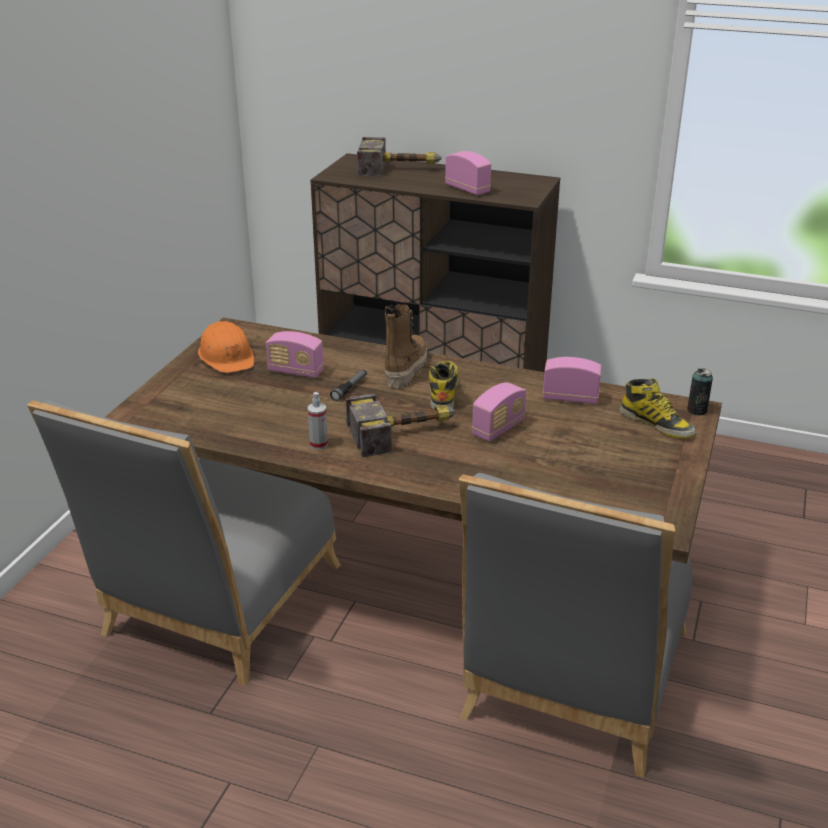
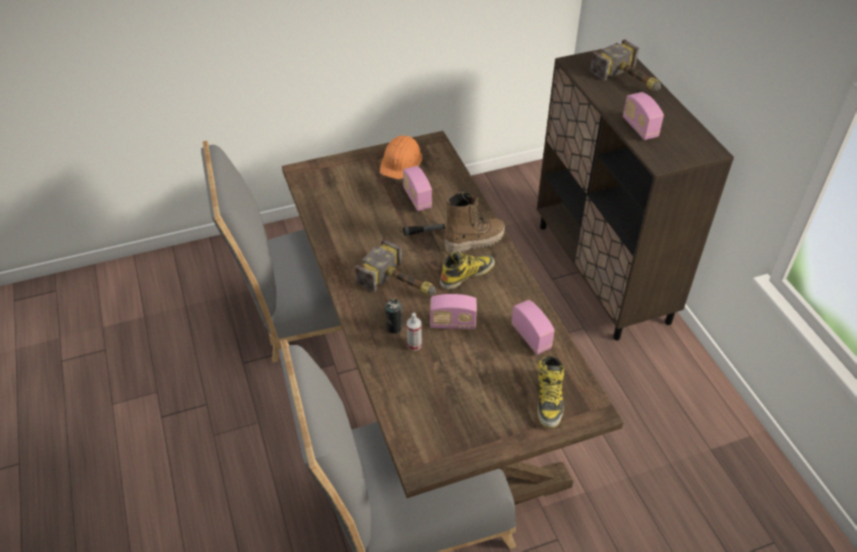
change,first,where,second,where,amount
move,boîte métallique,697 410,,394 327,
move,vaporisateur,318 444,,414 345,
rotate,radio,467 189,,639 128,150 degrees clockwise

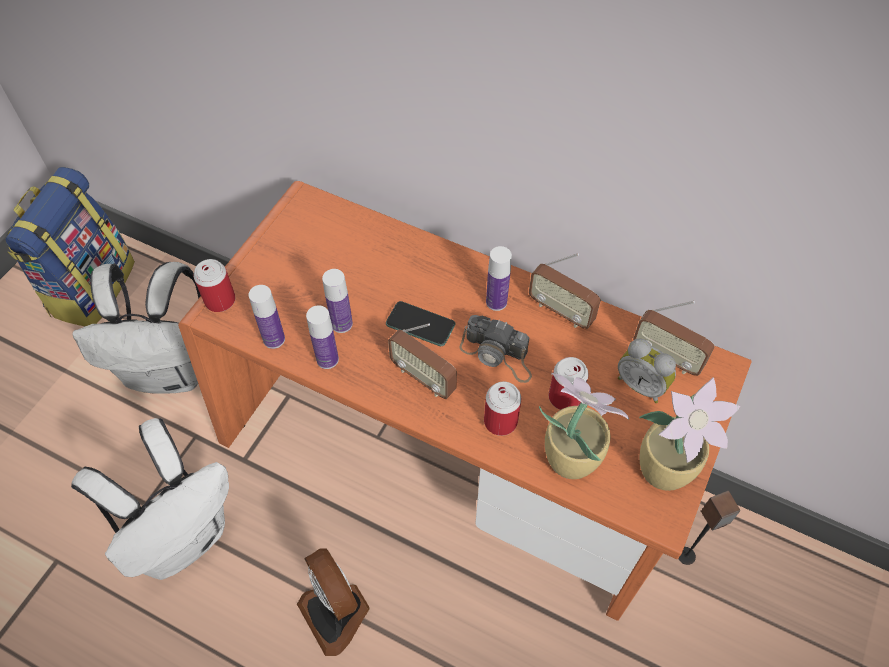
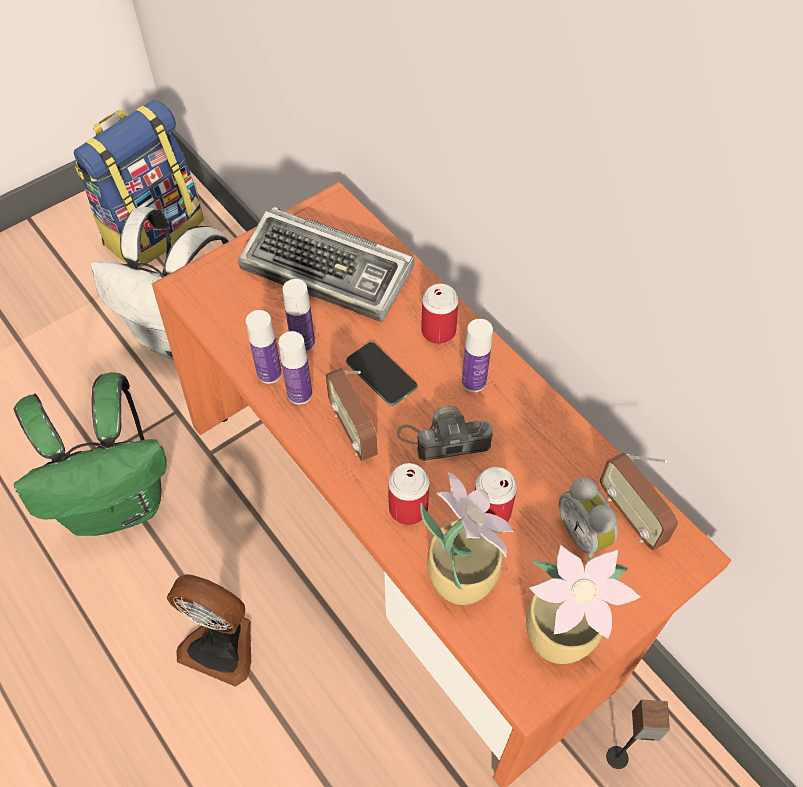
change,first,where,second,where,amount
recolor,sac à dos (blanc),183 536,sac à dos (vert),118 503,
rotate,ventilateur,337 613,,222 644,60 degrees counterclockwise
insert,,,clavier,329 271,
move,bouteille,274 339,,299 394,
rotate,appareil photo,498 355,,444 438,120 degrees clockwise
move,boîte métallique,220 300,,438 331,
delete,radio,561 311,,,

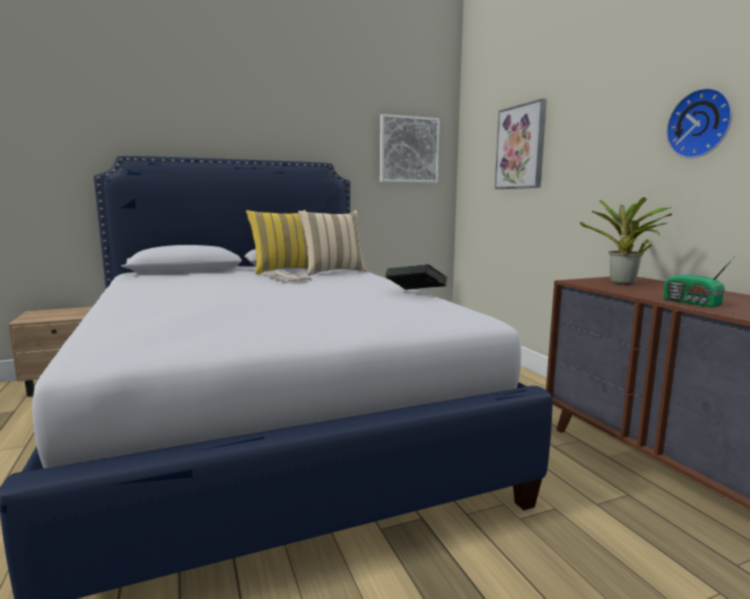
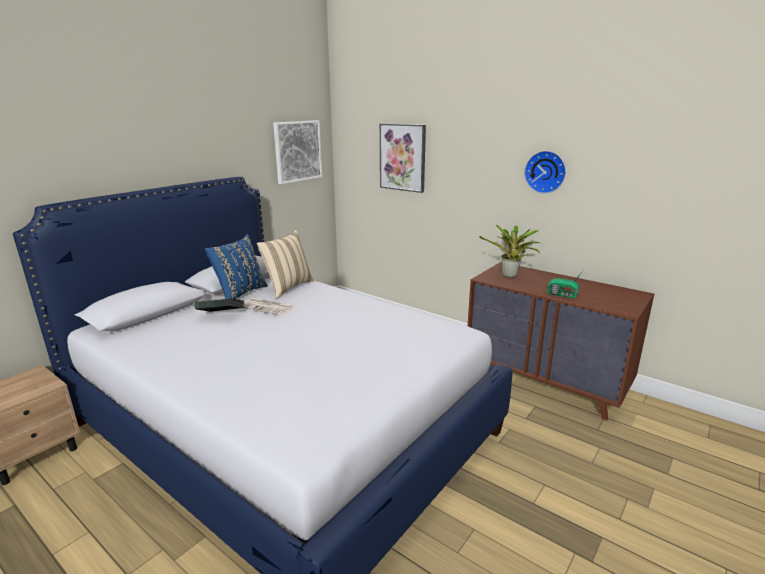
change,first,where,second,where,amount
move,livre,416 294,,221 316,
recolor,coussin (jaune),282 270,coussin (bleu),240 294,

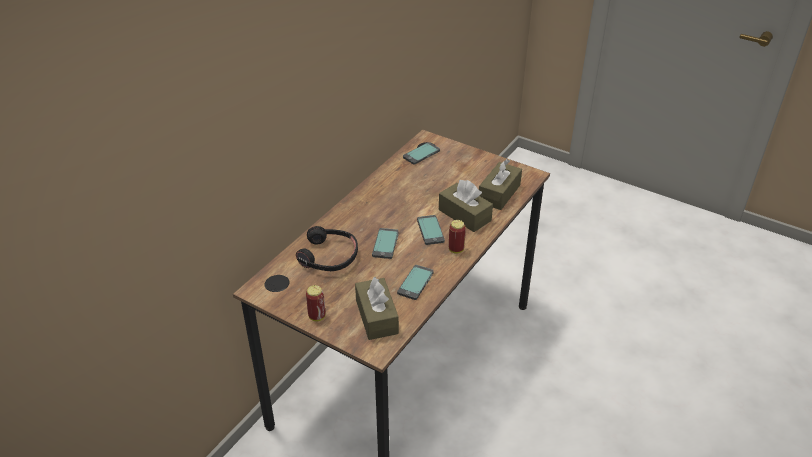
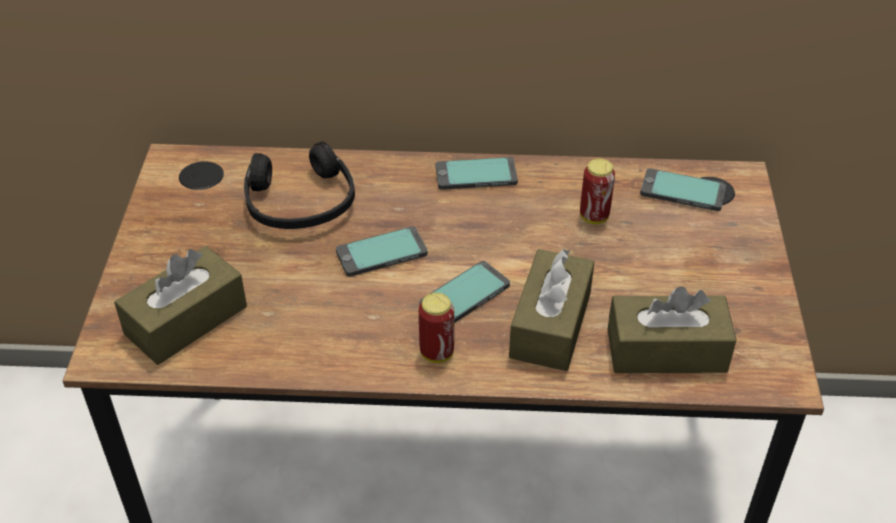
change,first,where,second,where,amount
move,téléphone,415 283,,476 175,
move,boîte métallique,317 316,,594 216,

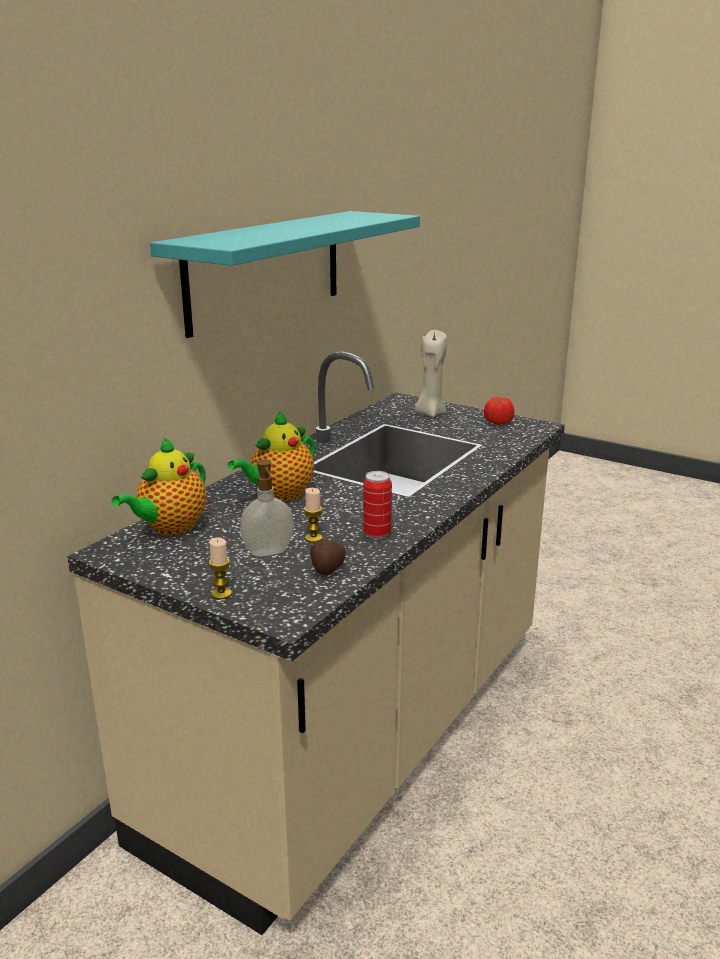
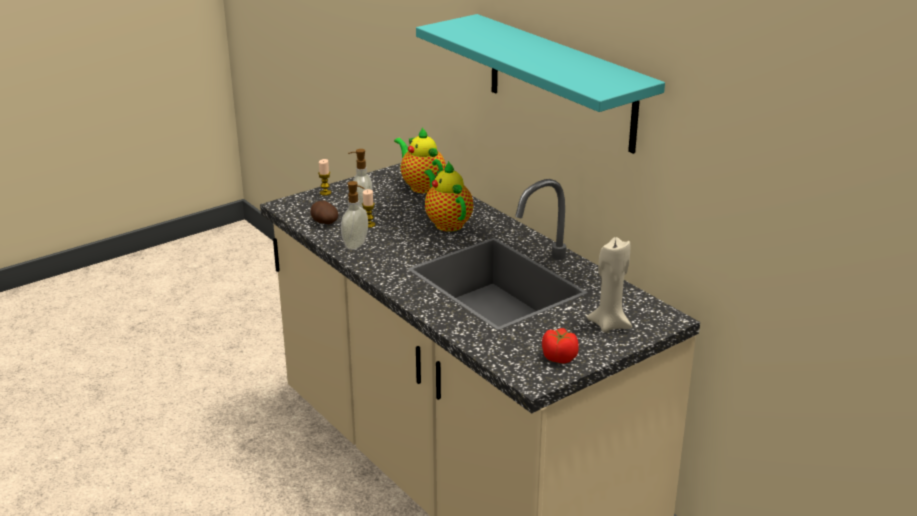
change,first,where,second,where,amount
replace,boîte métallique,377 534,distributeur de savon,356 245,

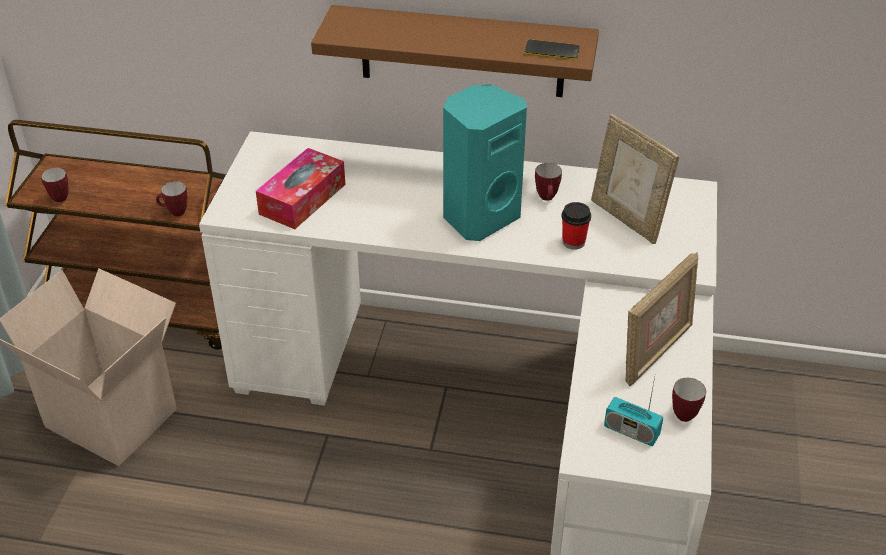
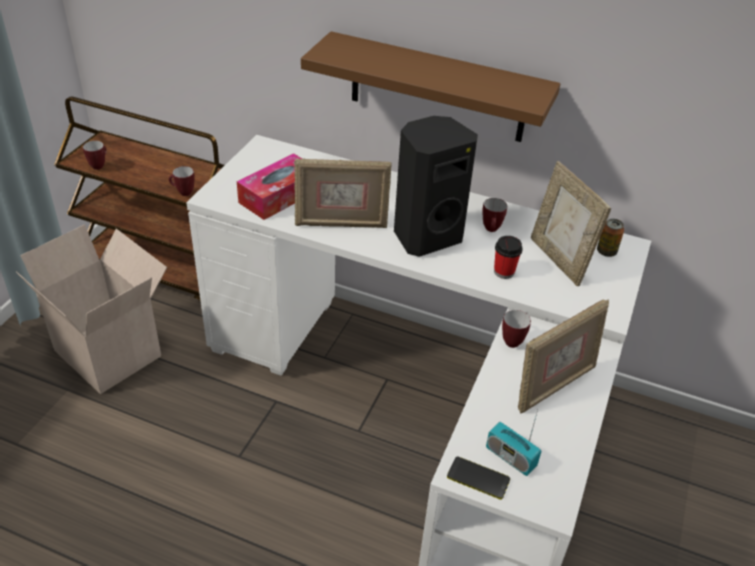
change,first,where,second,where,amount
insert,,,cadre photo,341 224,
recolor,enceinte (turquoise),479 217,enceinte (noir),426 236,
move,téléphone,552 50,,478 478,
move,mug,682 412,,511 340,
insert,,,boîte métallique,606 252,

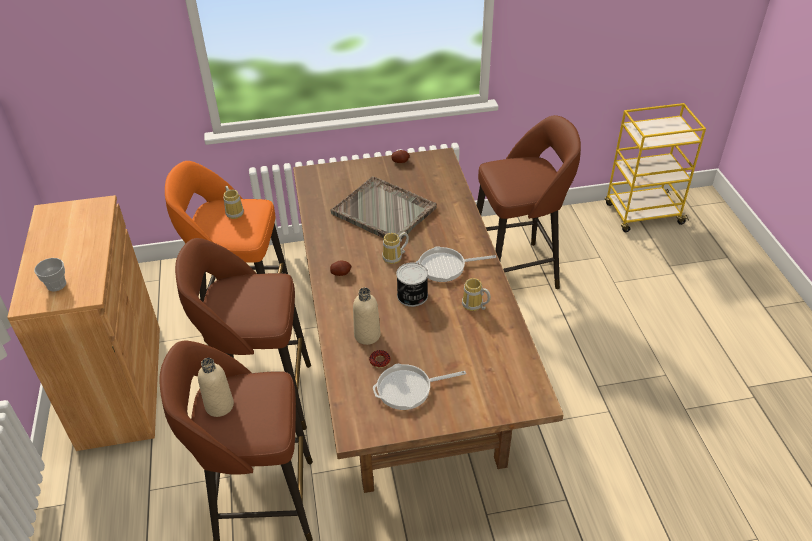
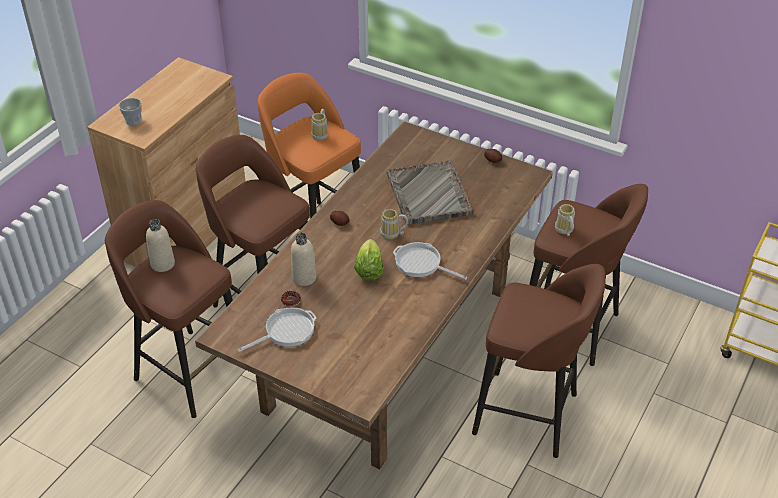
change,first,where,second,where,amount
rotate,poêle,408 389,,286 331,120 degrees clockwise
replace,boîte métallique,412 296,laitue,369 270,
insert,,,tabouret (marron),528 415,
move,mug,474 306,,563 230,

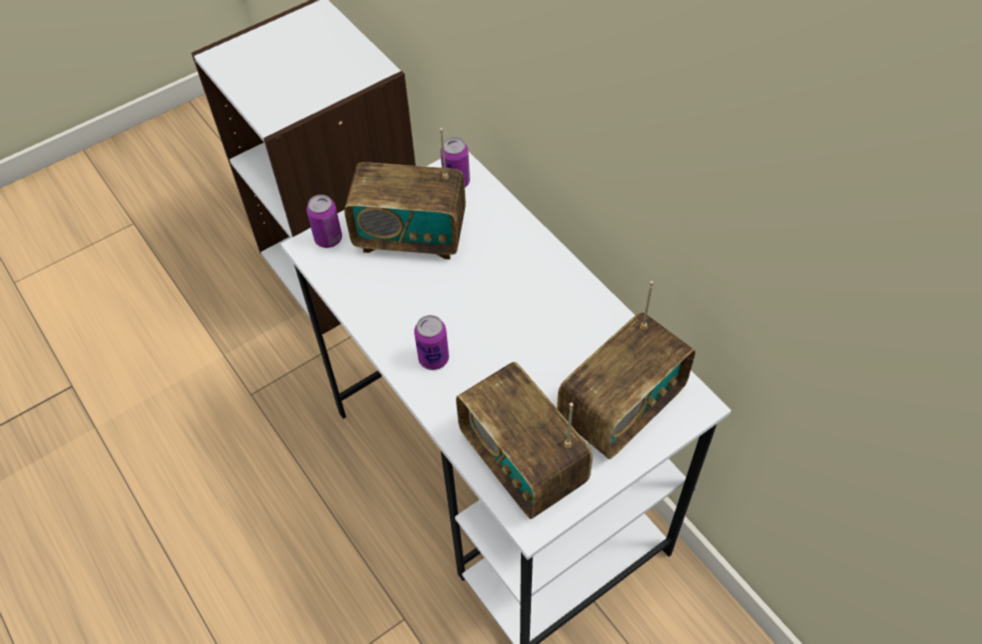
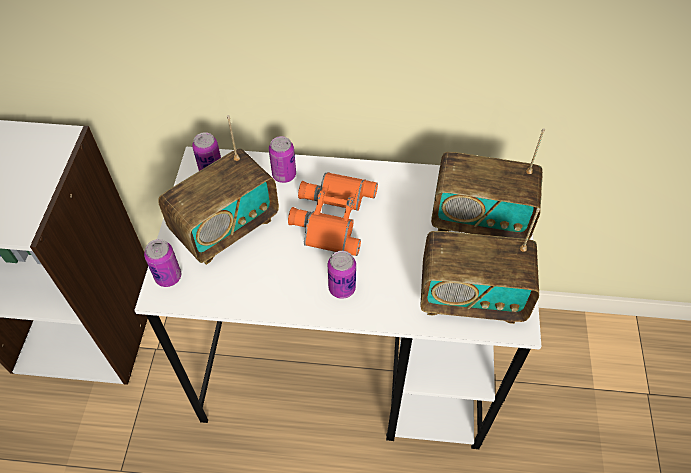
change,first,where,second,where,amount
insert,,,boîte métallique,284 175,
insert,,,jumelles (orange),331 215,
rotate,radio,620 409,,479 220,105 degrees clockwise

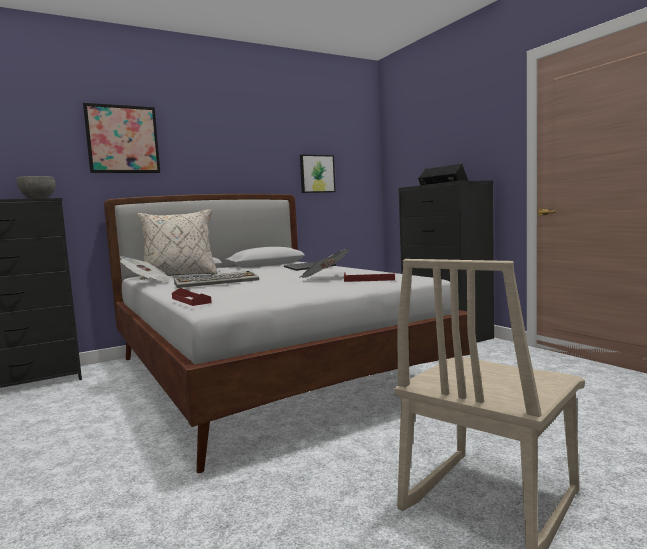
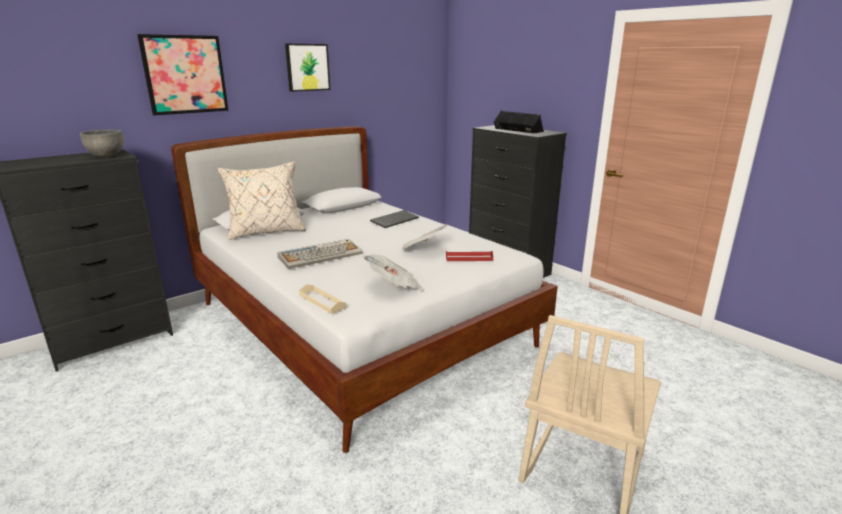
change,first,where,second,where,amount
move,tableau,317 174,,307 67,
recolor,plateau (rouge),191 300,plateau (beige),322 301,
move,journal,148 283,,394 287,

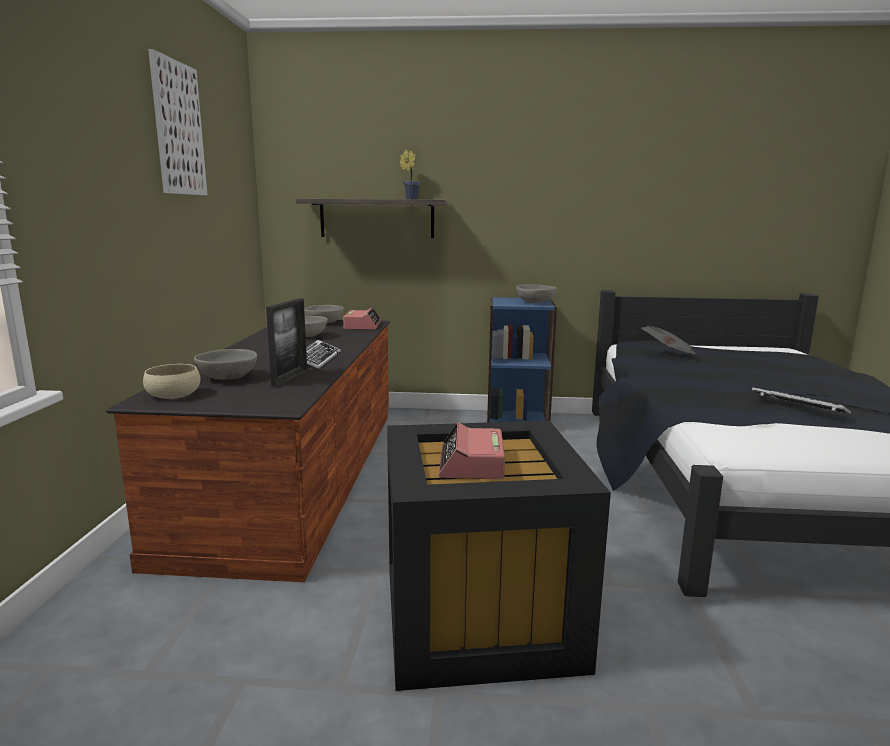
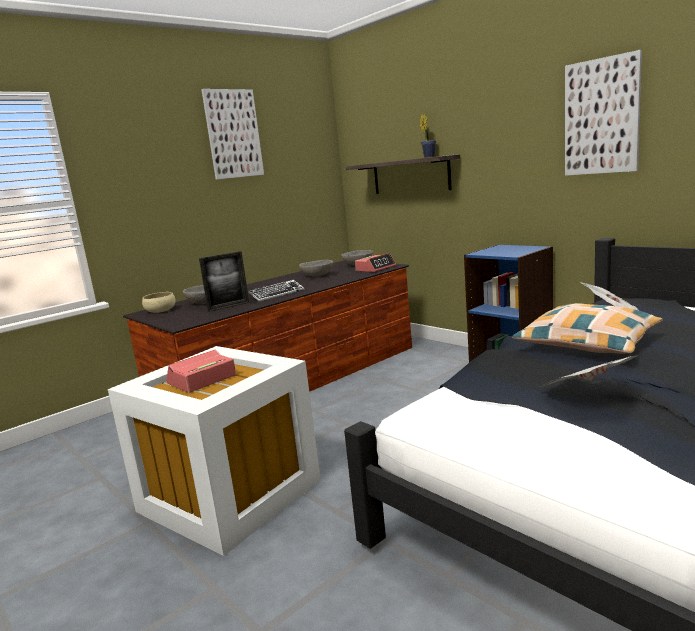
change,first,where,second,where,amount
recolor,boîte de rangement (noir),476 615,boîte de rangement (blanc),230 494,
insert,,,coussin,587 343,
replace,clavier,798 407,journal,585 395,
insert,,,tableau,601 117,
delete,bol (gris),535 302,,,

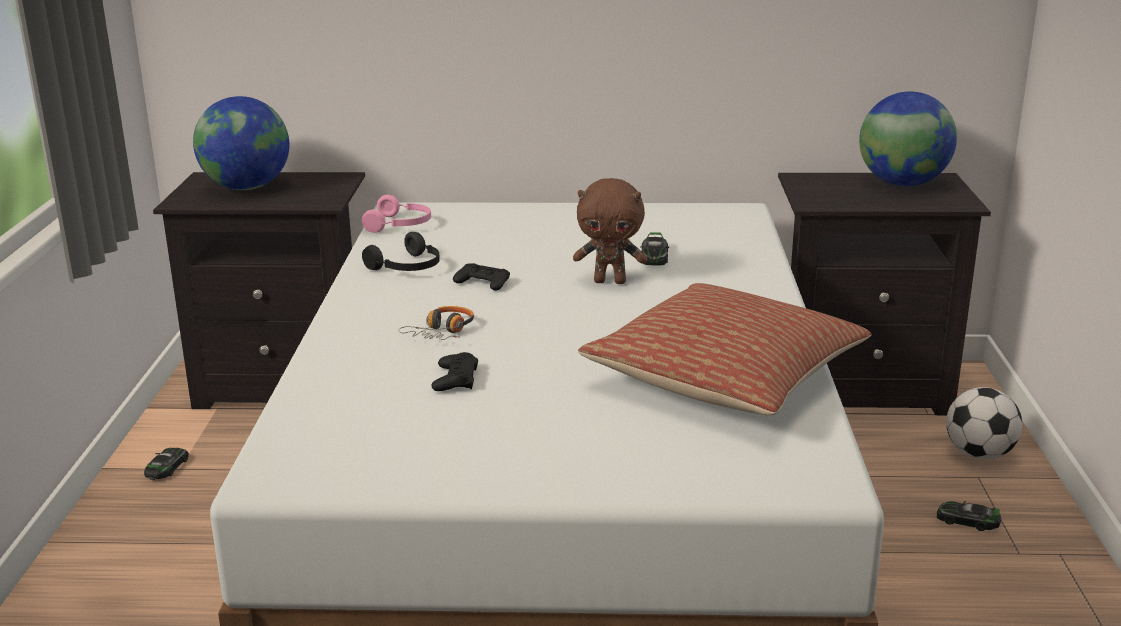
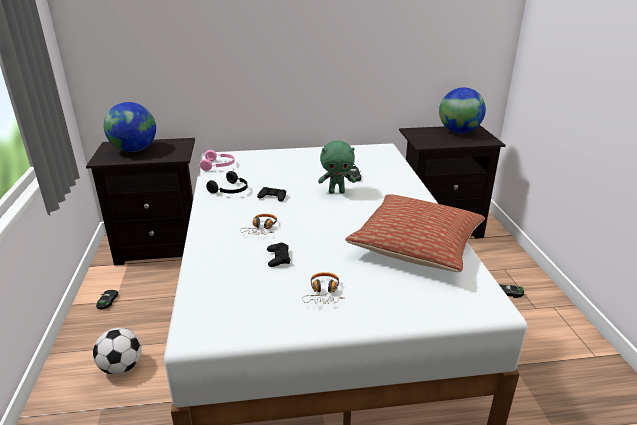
change,first,where,second,where,amount
move,ballon de foot,979 454,,121 367,
insert,,,casque audio,324 293,
recolor,peluche (marron),610 281,peluche (vert),337 192,

